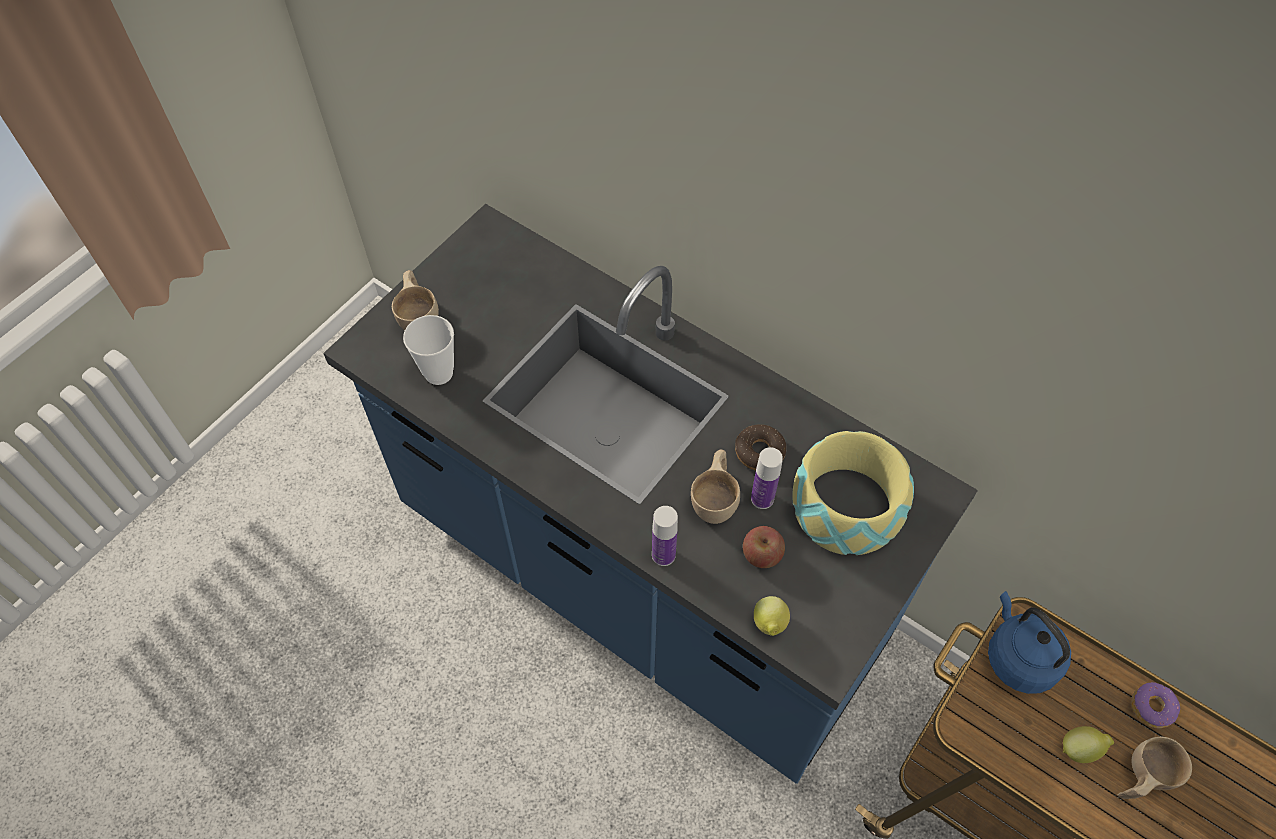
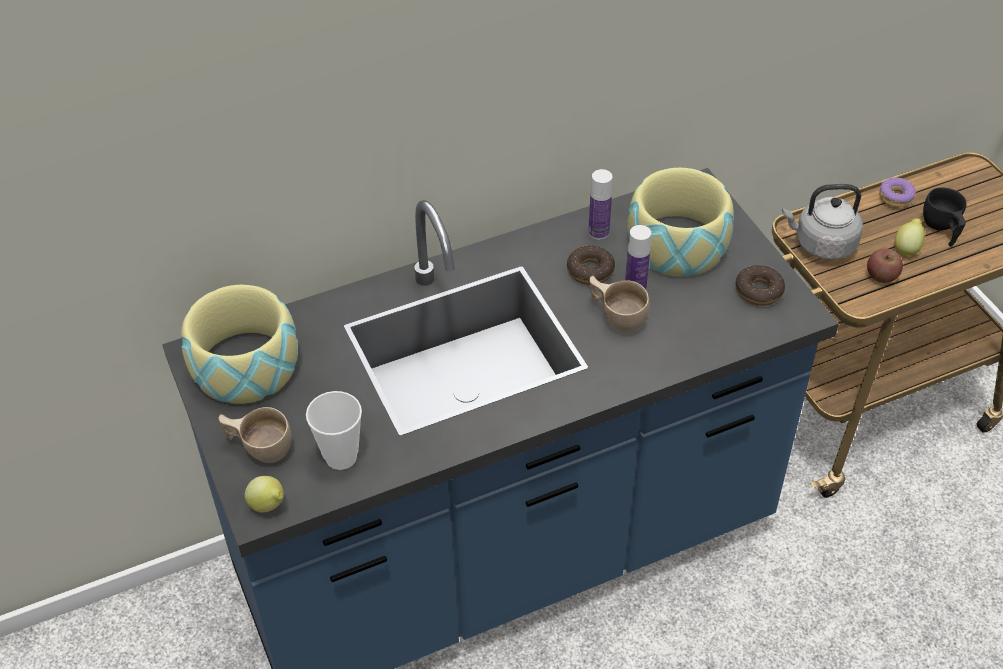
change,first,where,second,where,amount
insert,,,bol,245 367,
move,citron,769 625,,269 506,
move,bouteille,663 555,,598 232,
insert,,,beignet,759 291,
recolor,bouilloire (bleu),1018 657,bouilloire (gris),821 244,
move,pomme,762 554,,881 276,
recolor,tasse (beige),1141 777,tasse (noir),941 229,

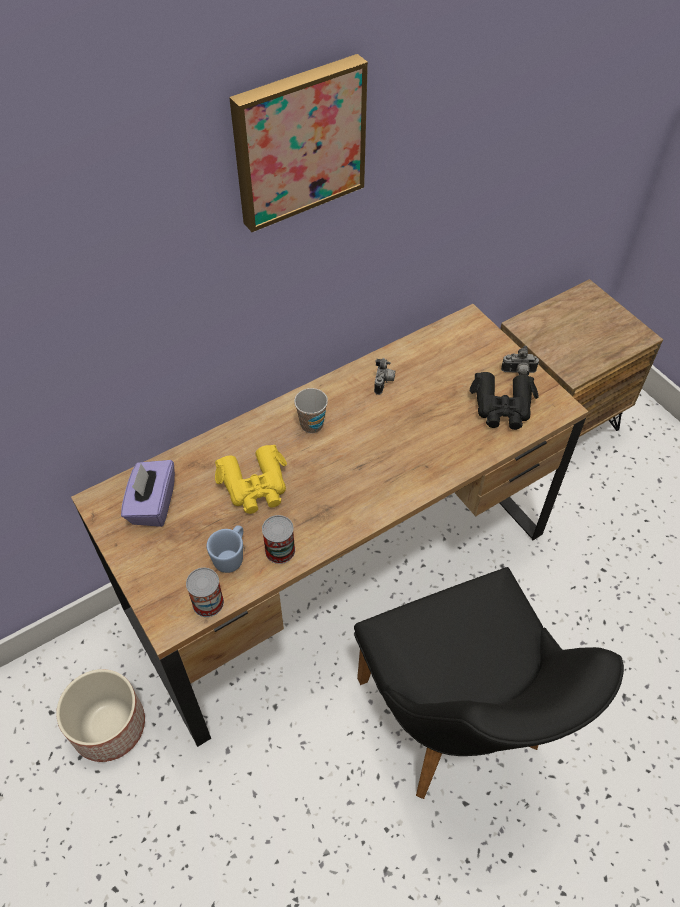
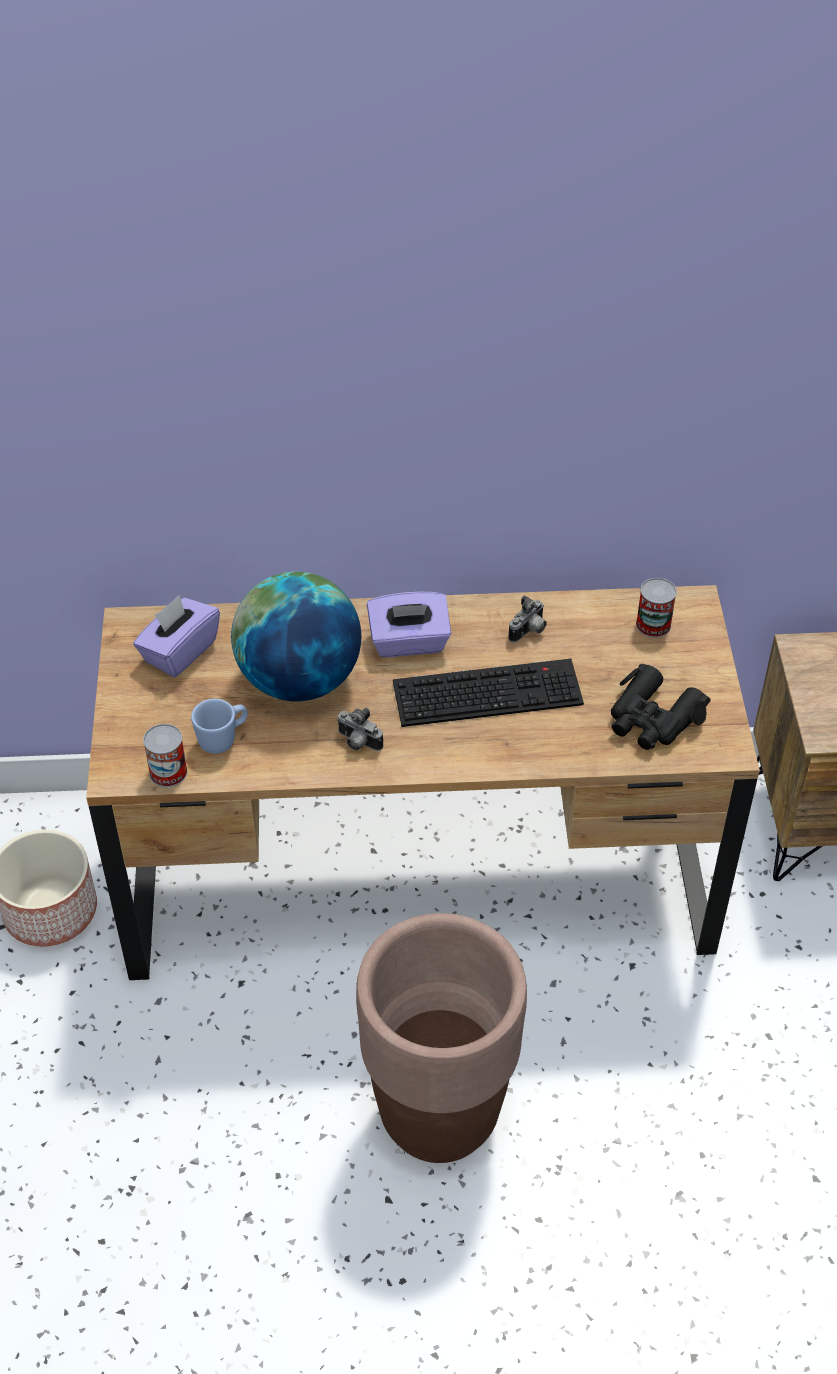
change,first,where,second,where,amount
replace,jumelles (jaune),255 486,globe,299 680,
move,appareil photo,518 373,,358 743,
replace,chaise (noir),457 727,cache-pot (marron),438 1115,
replace,tasse,312 425,boîte à mouchoirs (violet),409 643,
insert,,,clavier,489 691,
move,boîte métallique,280 550,,653 624,
delete,tableau,298 141,,,

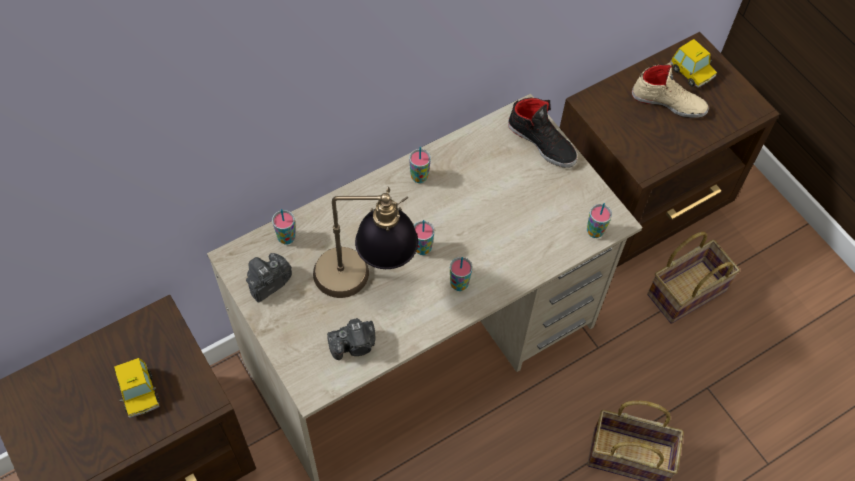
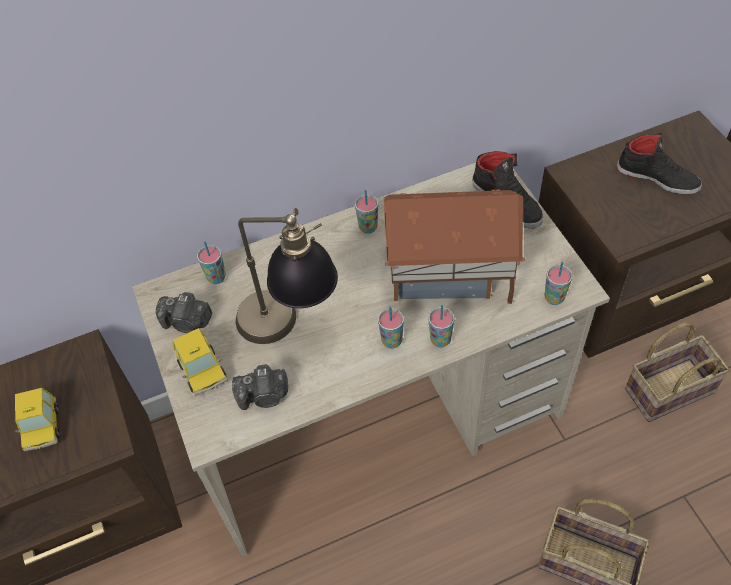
change,first,where,second,where,amount
rotate,appareil photo,268 283,,187 322,135 degrees counterclockwise
move,petite voiture,691 72,,202 371,
insert,,,maison miniature,450 276,
move,tasse,422 248,,440 340,
recolor,chaussure (beige),669 102,chaussure (noir),657 177,

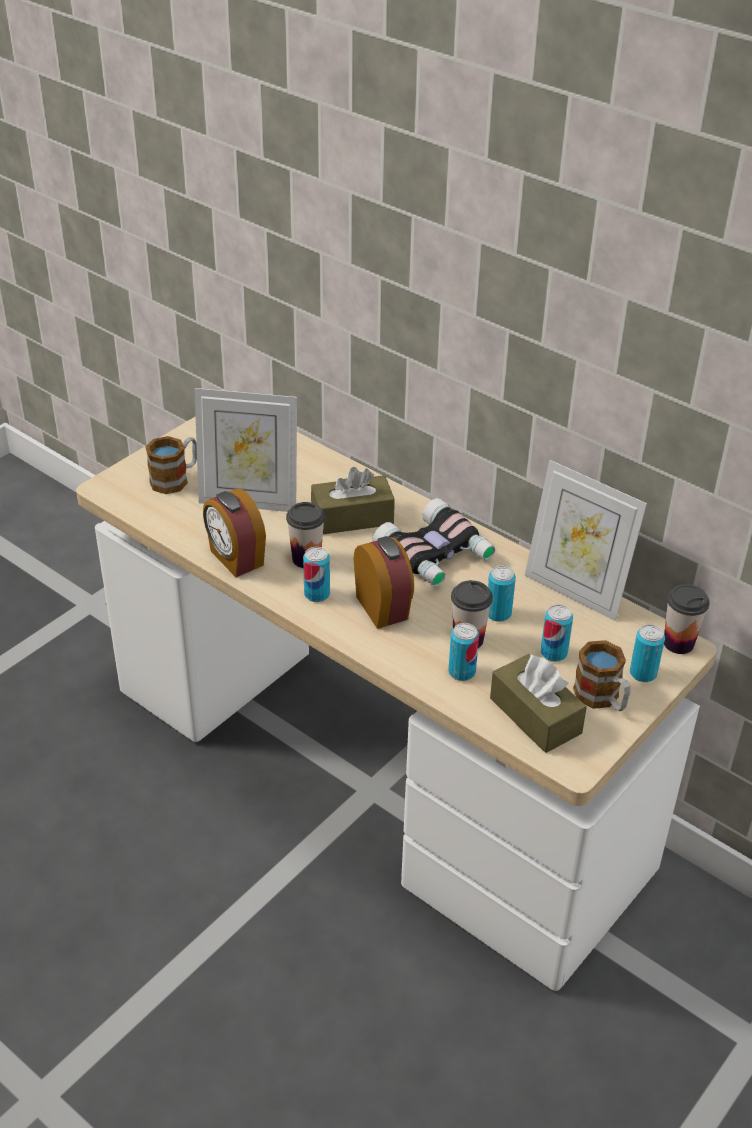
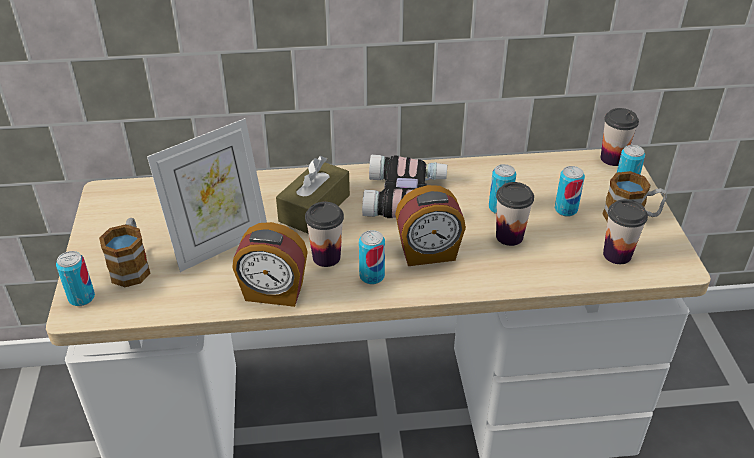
change,first,where,second,where,amount
move,boîte métallique,462 672,,81 298,
rotate,réveil,383 607,,428 253,150 degrees clockwise
replace,boîte à mouchoirs (marron),535 715,tasse,617 254,
delete,cadre photo,575 592,,,

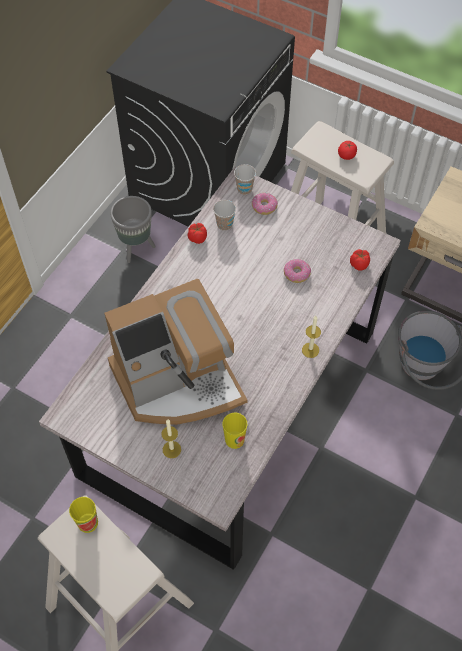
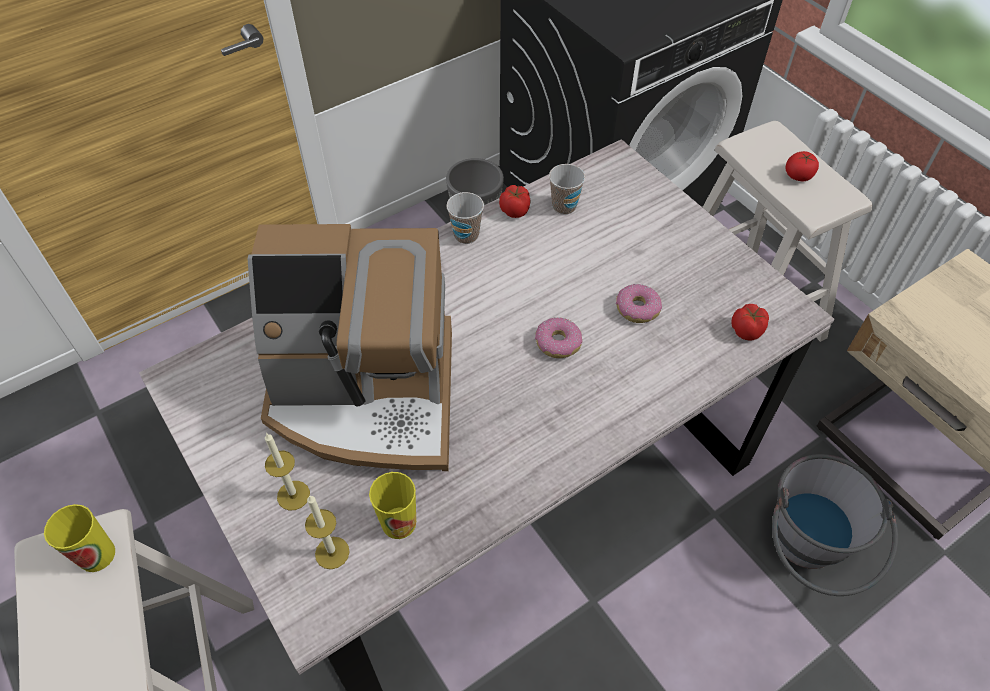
change,first,where,second,where,amount
move,bougie,310 350,,332 552,
move,tasse,244 189,,466 235,
move,beignet,264 207,,557 343,

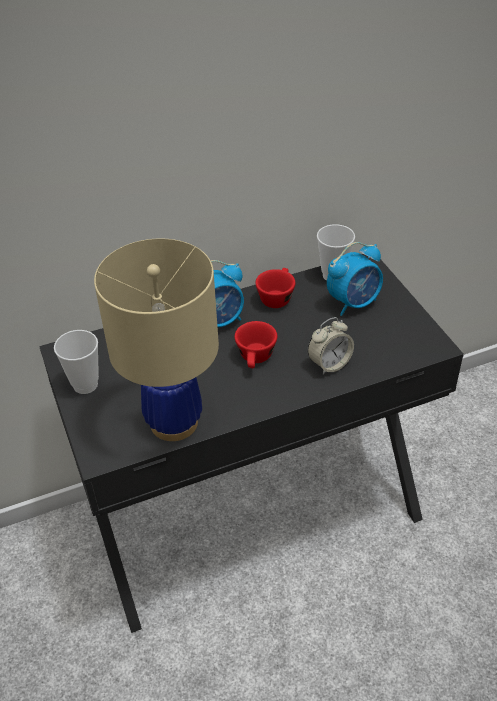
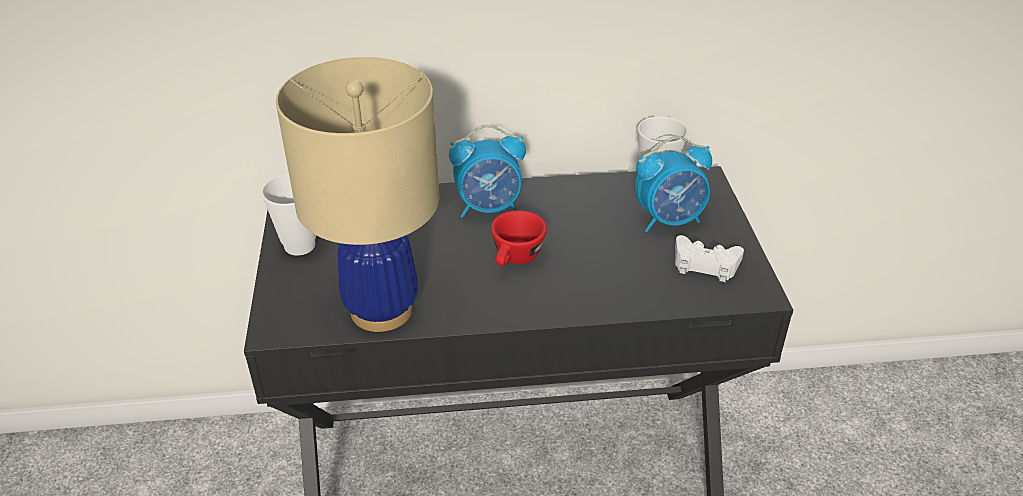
change,first,where,second,where,amount
insert,,,manette (blanc),705 264,
delete,tasse (rouge),276 297,,,
delete,réveil,329 364,,,

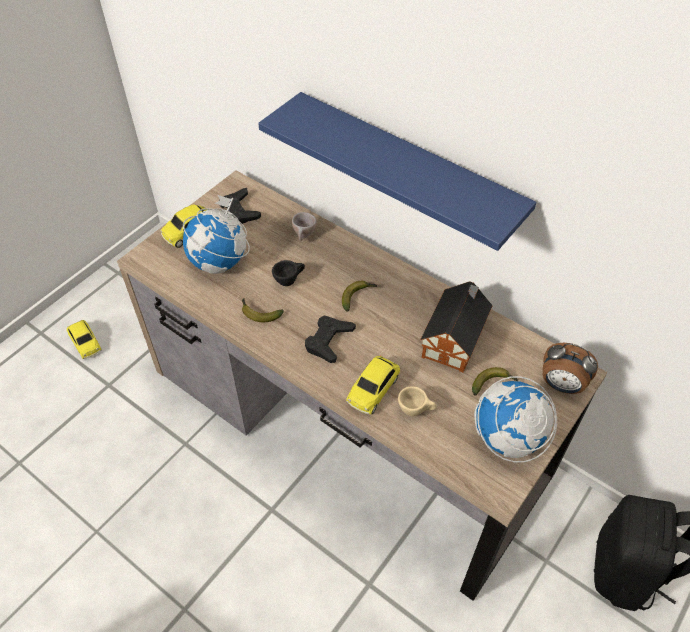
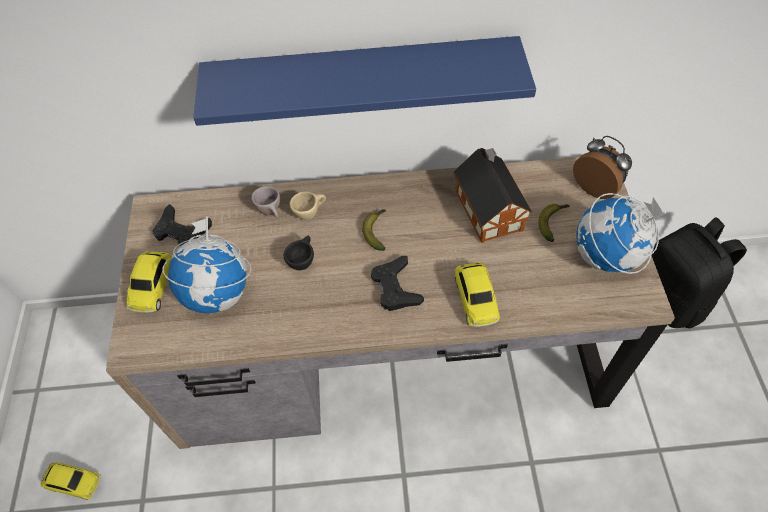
change,first,where,second,where,amount
move,tasse (beige),416 410,,310 213,
rotate,réveil,561 385,,596 187,120 degrees counterclockwise
delete,banane,259 313,,,

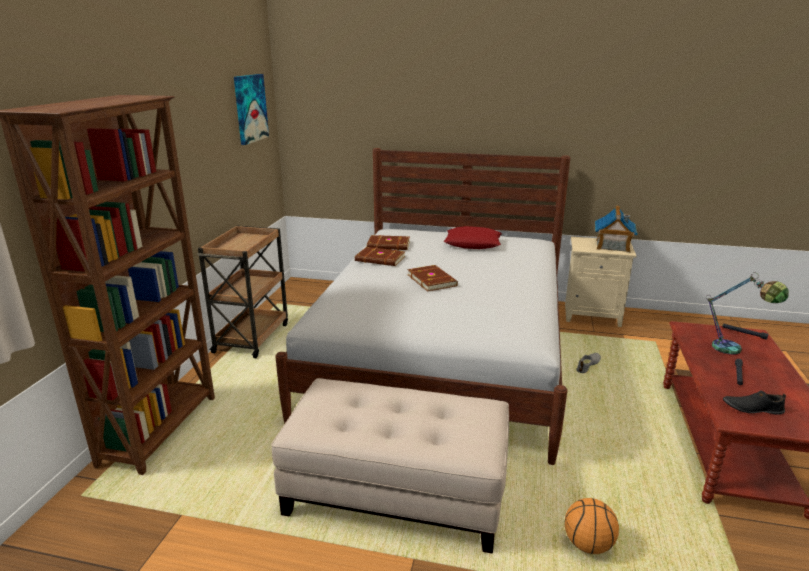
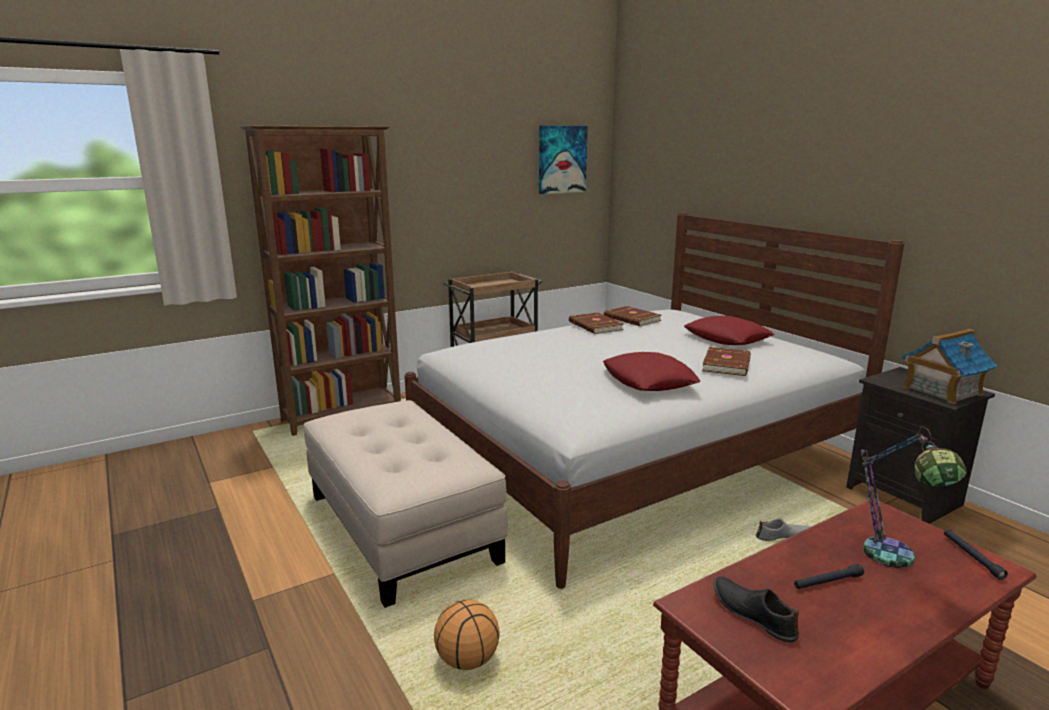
change,first,where,second,where,amount
insert,,,coussin (rouge),649 380,
move,livre (marron),432 280,,728 364,
recolor,table de chevet (beige),593 315,table de chevet (noir),905 496,

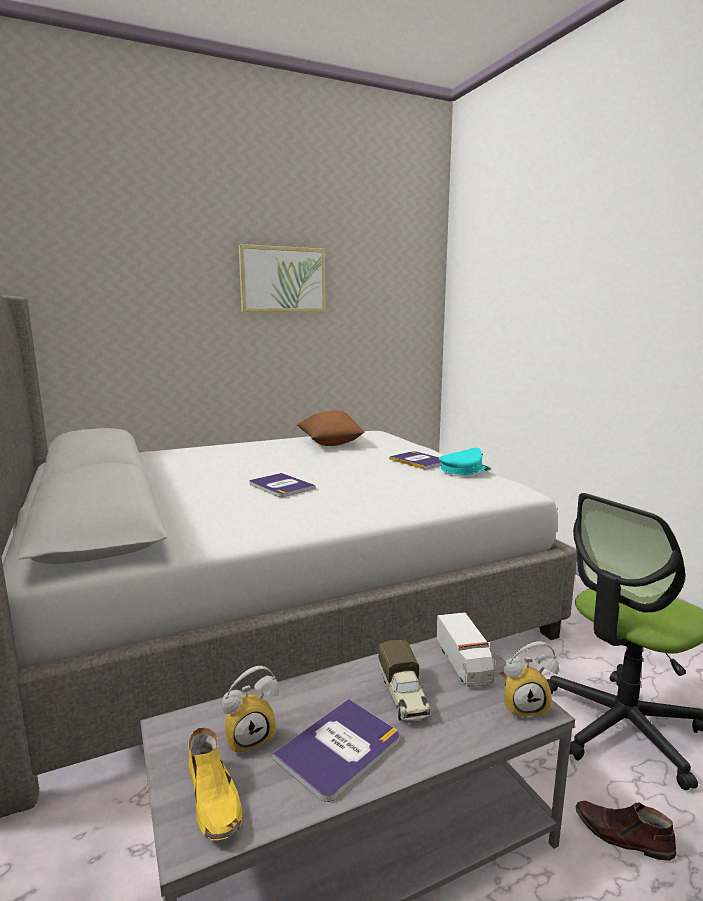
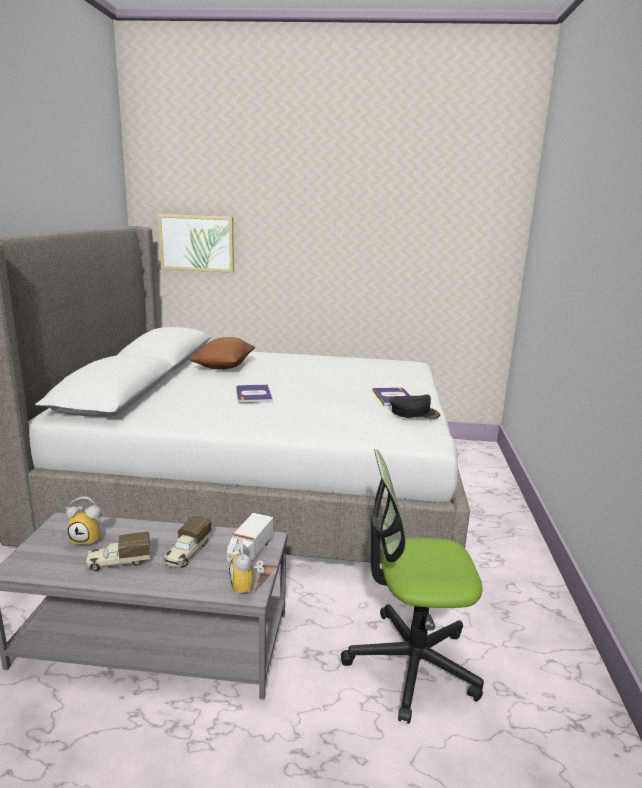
change,first,where,second,where,amount
replace,livre,339 749,camion jouet,118 562,
move,tableau,283 279,,197 243,
move,coussin (marron),330 444,,223 367,
rotate,réveil,525 705,,247 587,45 degrees clockwise
recolor,casquette (turquoise),464 469,casquette (noir),414 412,
delete,chaussure (jaune),214 800,,,
delete,chaussure (marron),623 836,,,

